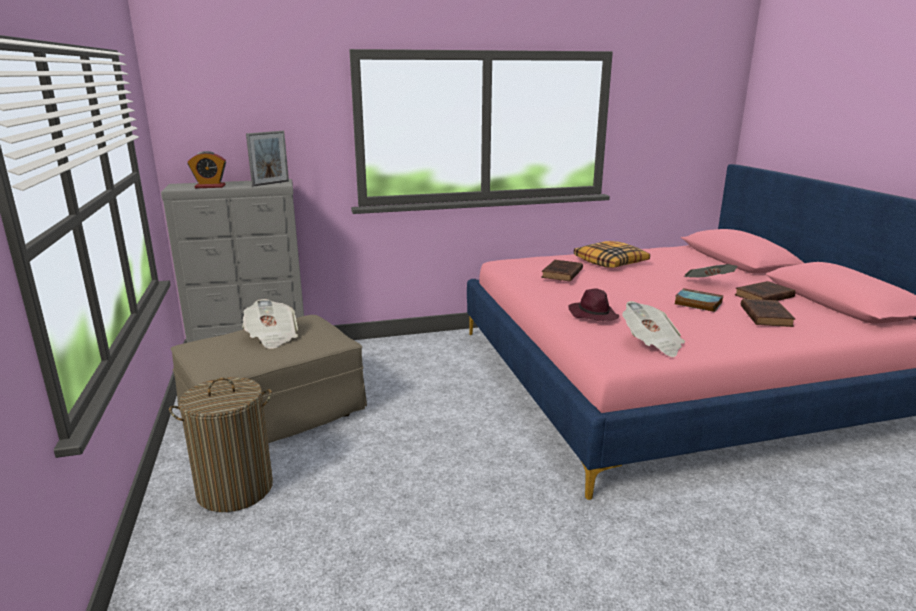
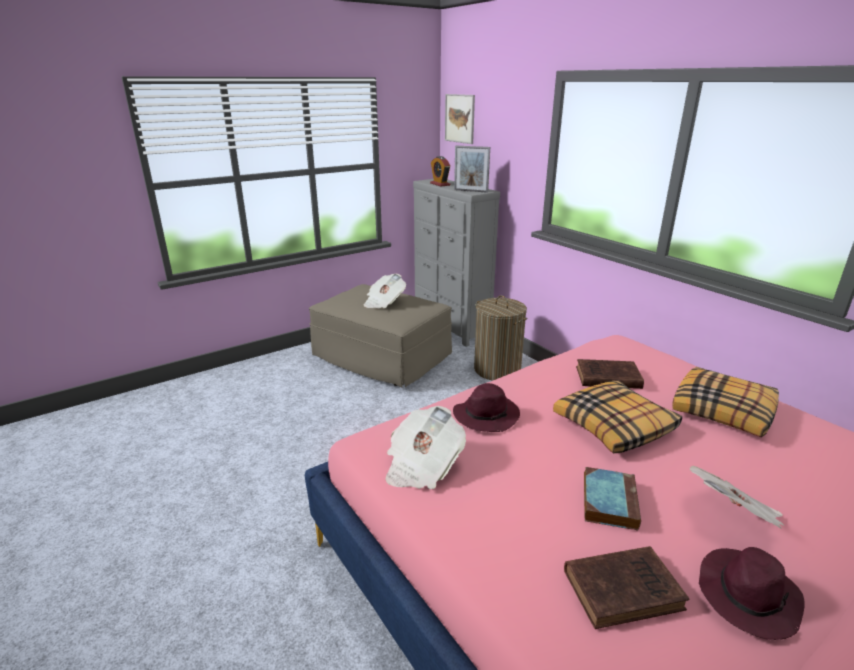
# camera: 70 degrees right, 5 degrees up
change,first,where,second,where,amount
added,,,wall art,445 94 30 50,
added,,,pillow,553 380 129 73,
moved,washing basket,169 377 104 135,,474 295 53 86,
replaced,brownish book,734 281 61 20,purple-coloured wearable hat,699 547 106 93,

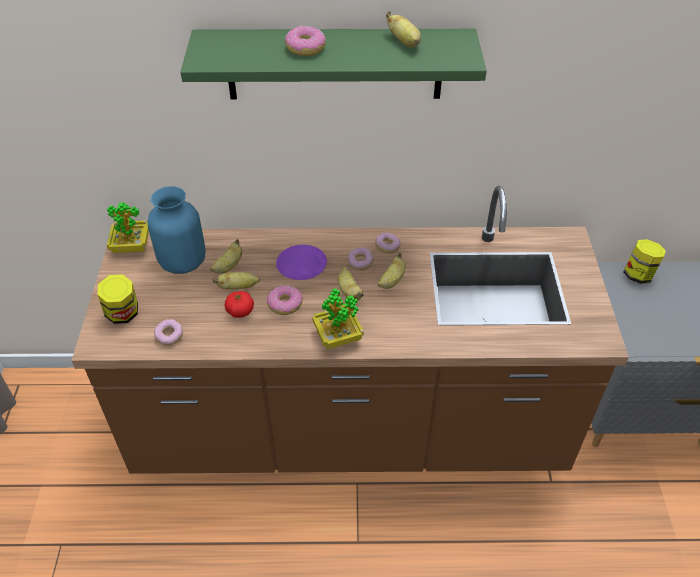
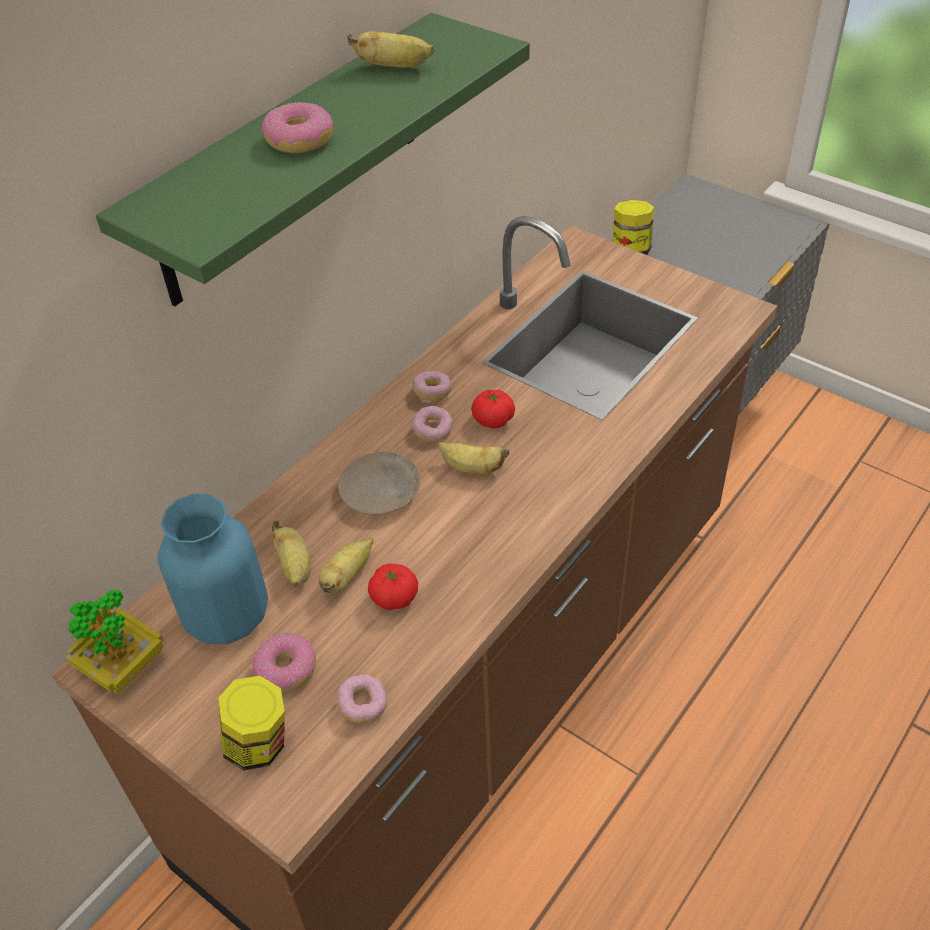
# camera: 50 degrees left, 0 degrees up
change,first,where,second,where,amount
removed,houseplant,312 289 52 60,,,
moved,doughnut,267 285 36 30,,252 633 64 59,
replaced,banana fruit,378 253 28 36,fresh tomato,471 390 44 39,
recoloured,purple-coloured plate,276 245 51 35,beige-coloured plate,338 452 82 63,

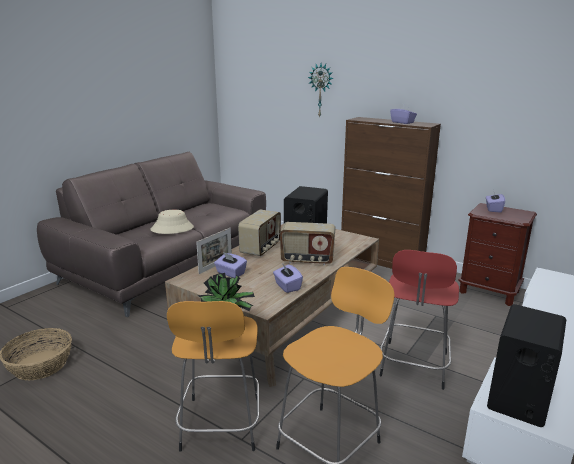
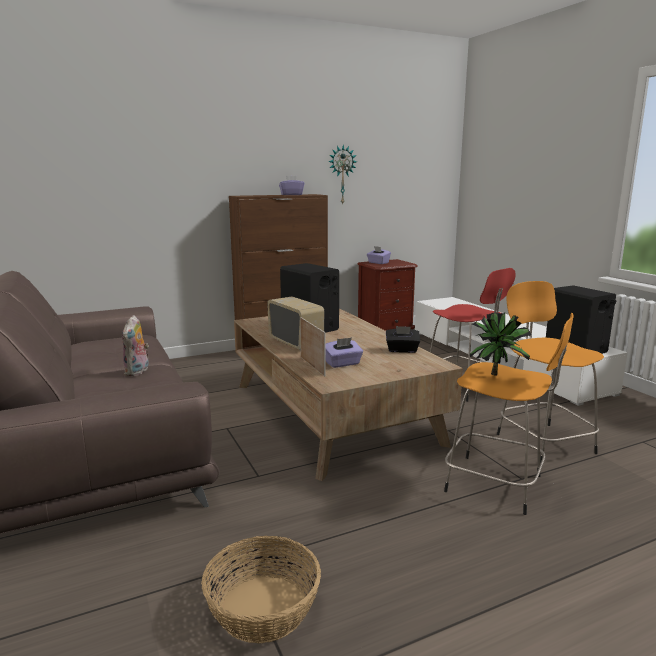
# camera: 60 degrees left, 5 degrees down
change,first,where,second,where,amount
removed,radio receiver,280 222 55 43,,,
moved,hanging clock,308 64 26 54,,328 145 29 59,
replaced,beige-coloured wearable hat,150 210 44 24,cuddly toy,122 315 27 61,
recoloured,purple-coloured tissue holder,273 263 30 30,blackish tissue holder,386 326 34 27,

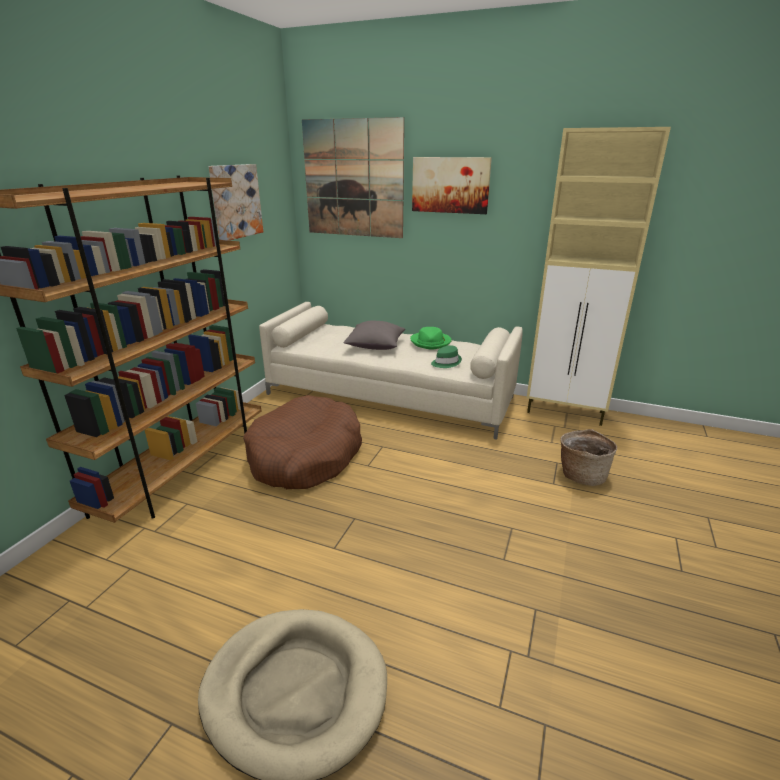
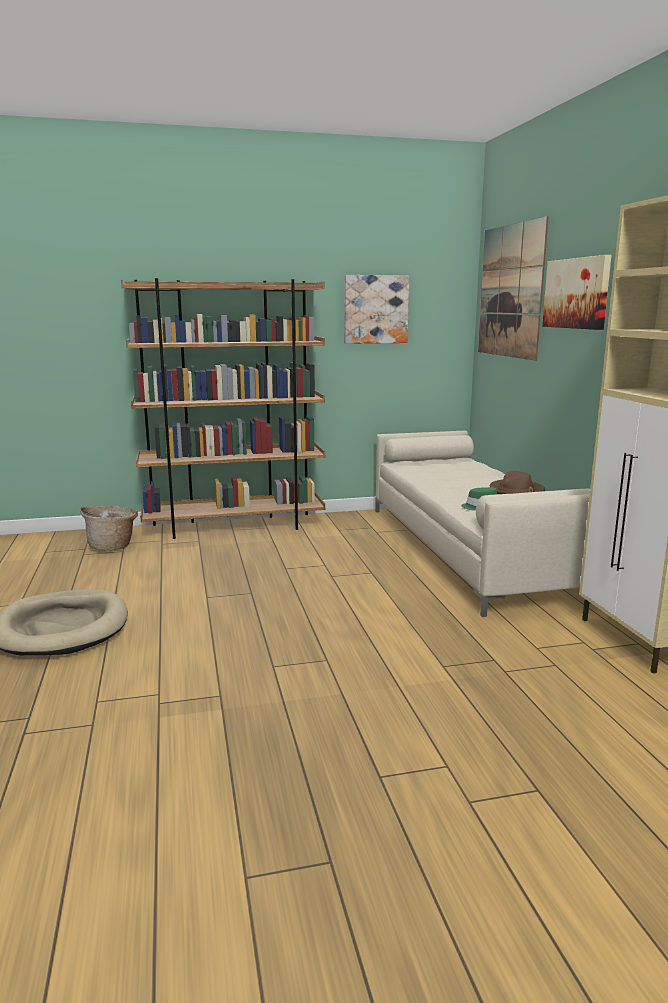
# camera: 55 degrees right, 10 degrees down
change,first,where,second,where,amount
removed,brownish pet bed,243 395 119 94,,,
removed,grey pillow,343 320 62 30,,,
moved,household basket,560 429 57 57,,80 506 58 45,
recoloured,green wearable hat,410 327 42 23,brownish wearable hat,490 471 55 23,

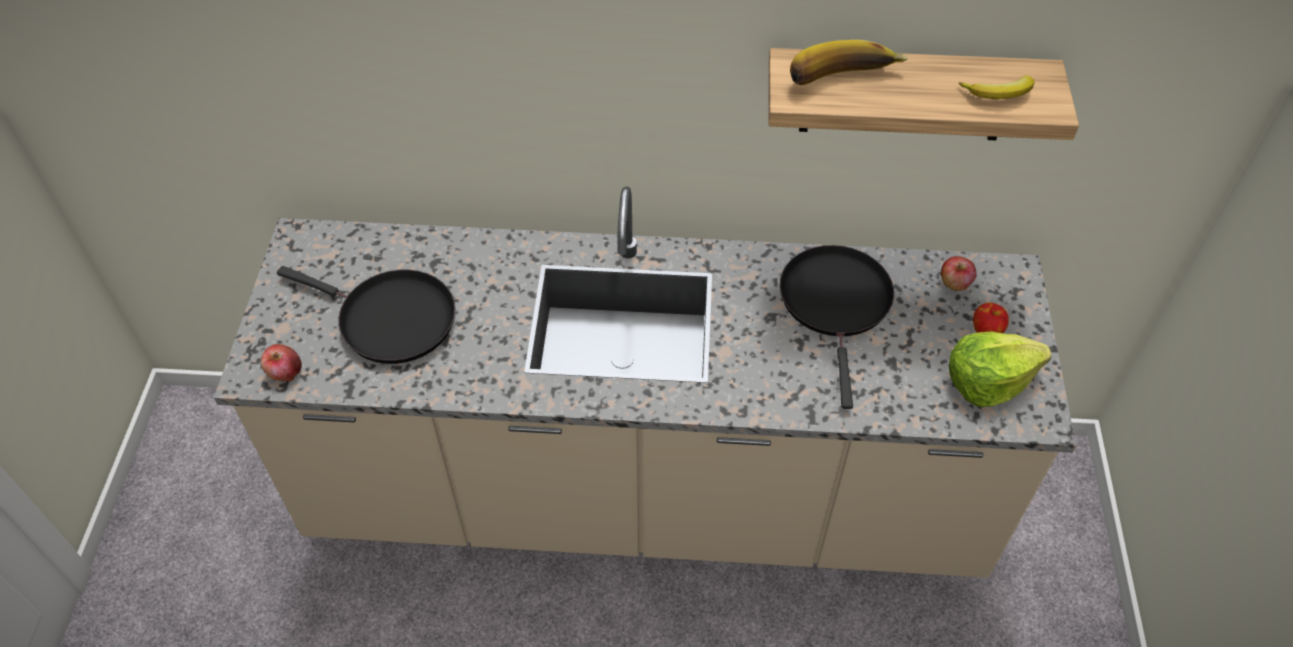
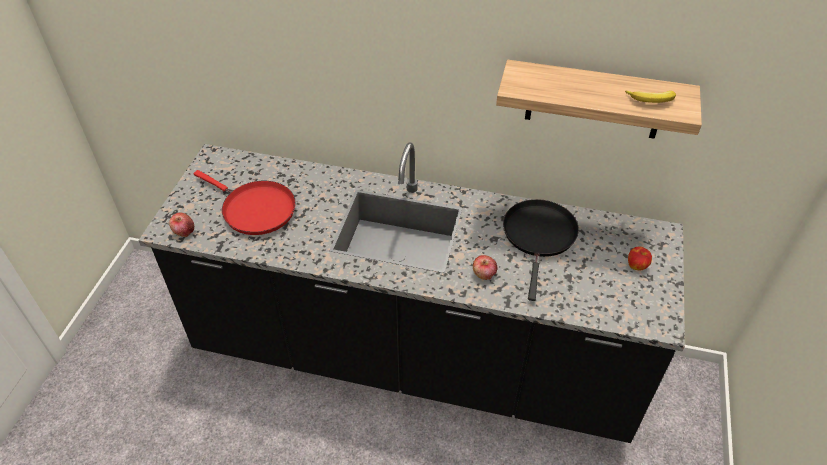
# camera: 10 degrees right, 5 degrees down
change,first,where,second,where,amount
removed,banana fruit,790 40 118 45,,,
removed,lettuce,949 332 103 75,,,
moved,apple,941 256 35 35,,473 255 24 25,
recoloured,beige-coloured counter,214 187 862 391,blackish counter,138 142 547 301,
recoloured,blackish pan,277 266 178 98,red pan,194 170 102 65,

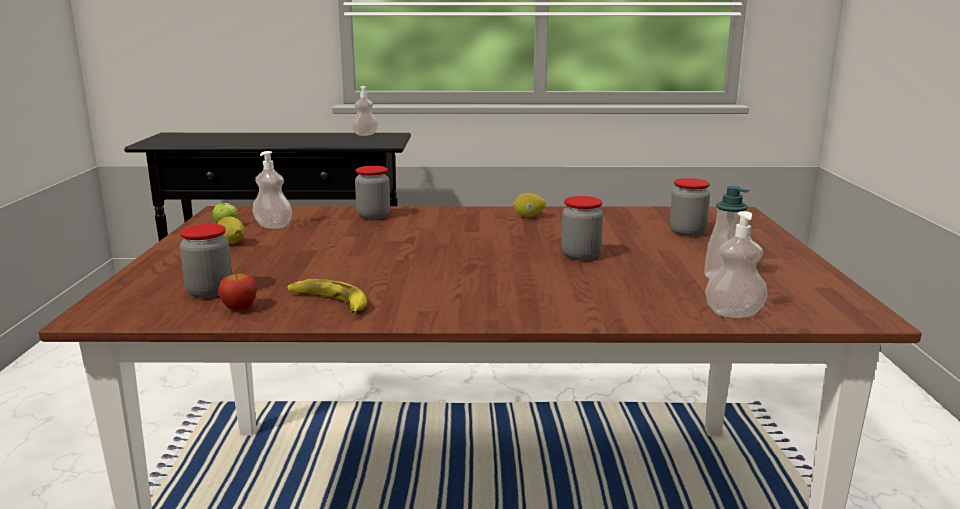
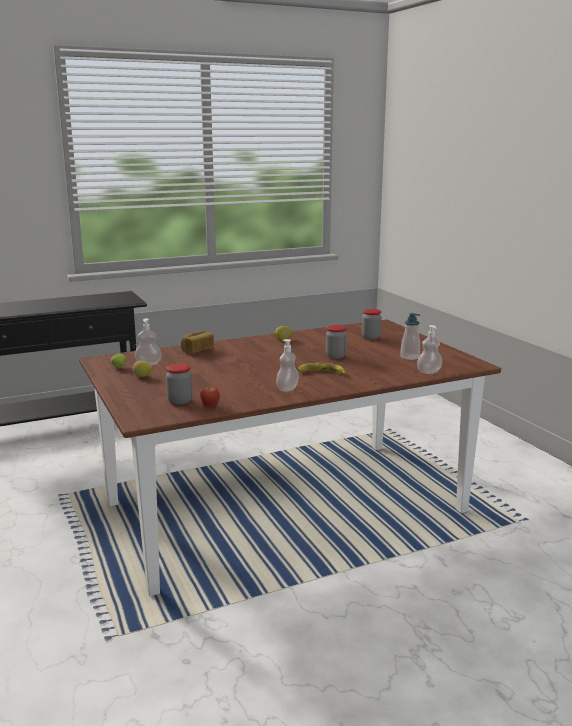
# camera: 25 degrees left, 0 degrees up
change,first,where,second,where,amount
moved,banana fruit,287 279 80 35,,297 363 49 11,
moved,soap dispenser,352 86 26 50,,276 339 23 53,
replaced,preserve jar,355 166 35 54,bread,181 331 33 22,

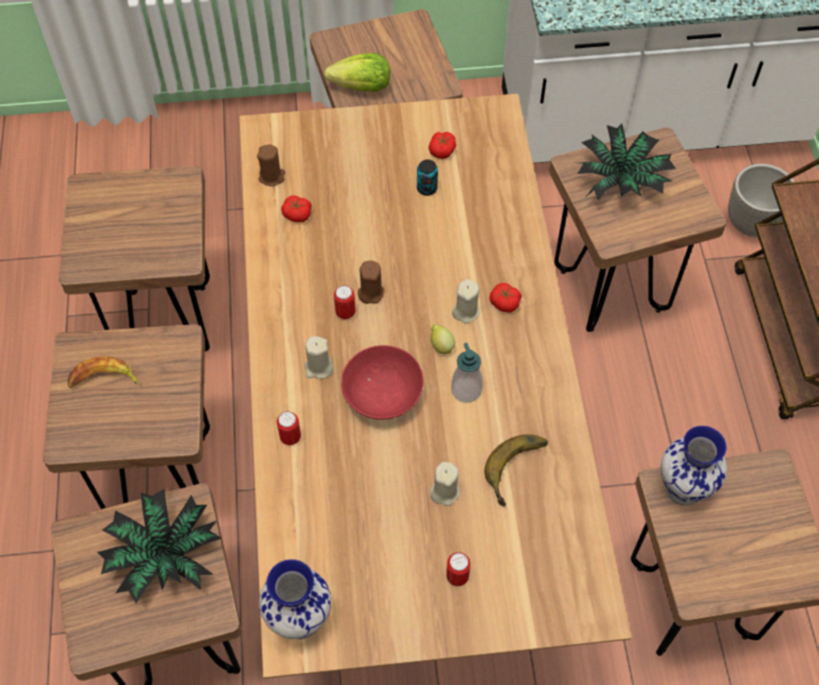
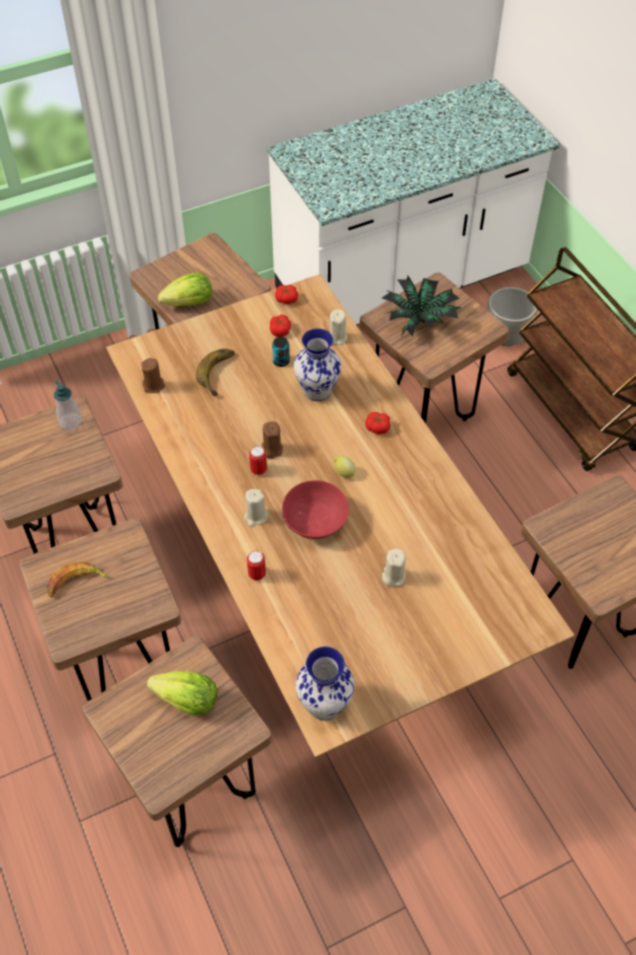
# camera: 20 degrees left, 5 degrees down
change,first,where,second,where,amount
removed,sealed can,446 552 24 34,,,
moved,fresh tomato,281 195 31 27,,275 285 23 19,
moved,soap dispenser,451 343 32 60,,54 381 28 49,
moved,beige-coloured candle,452 279 28 45,,330 310 18 35,
moved,banana fruit,484 434 64 73,,196 349 39 47,
moved,vase,661 426 66 79,,294 329 48 72,
replaced,houseplant,97 489 125 114,lettuce,147 671 71 45,

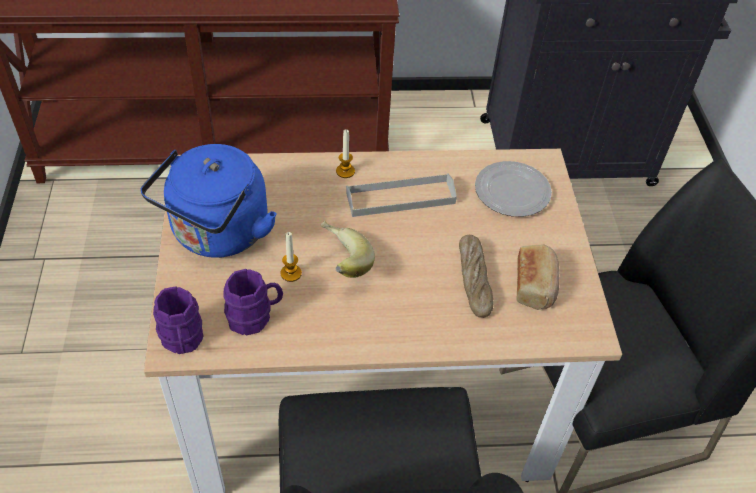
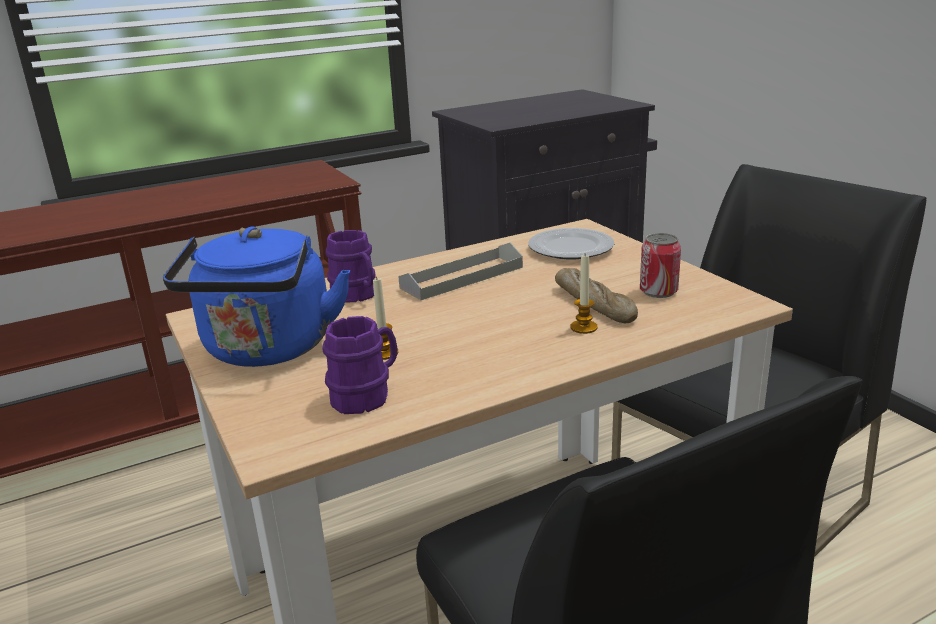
# camera: 20 degrees left, 25 degrees down
change,first,where,second,where,amount
removed,banana fruit,321 221 54 57,,,
moved,purple-coloured coffee mug,153 286 51 68,,326 230 49 72,
moved,candle,336 129 19 49,,570 255 28 79,
replaced,bread,517 244 43 66,sealed can,640 233 41 65,

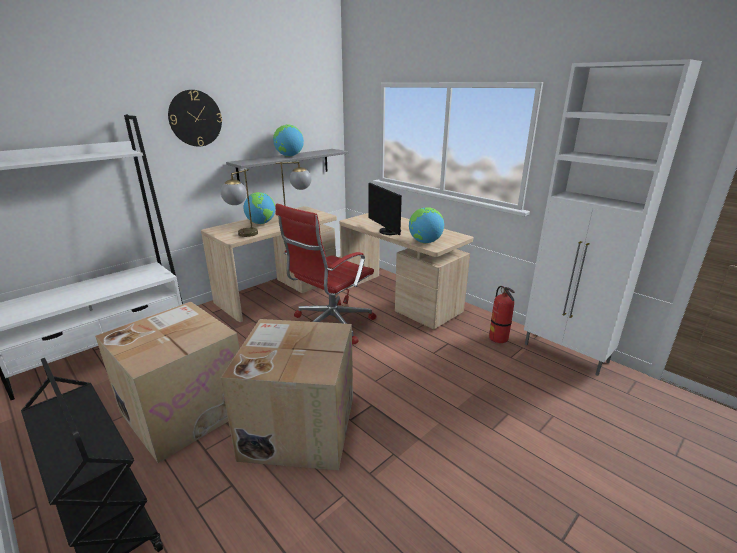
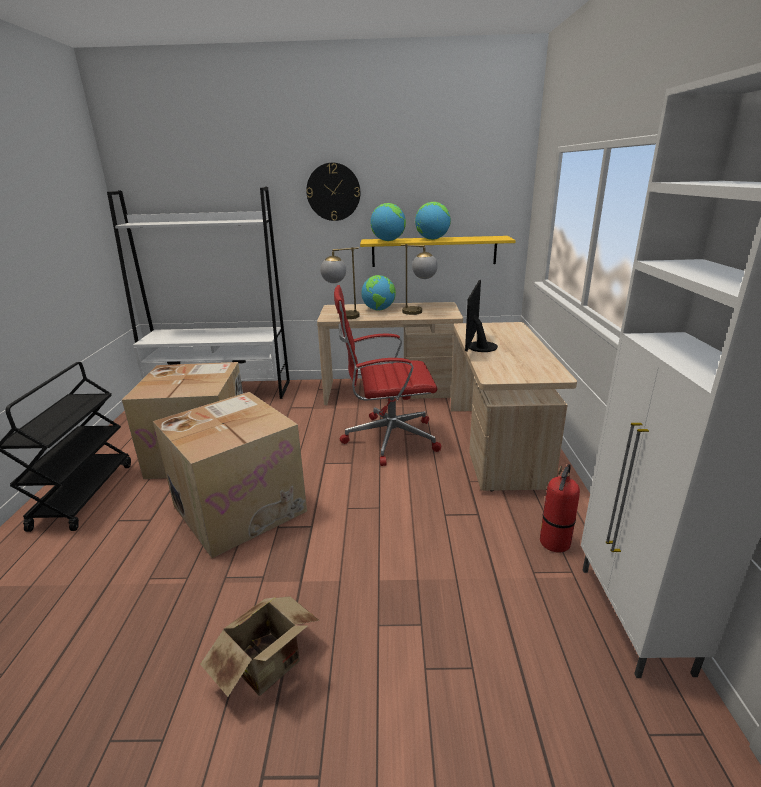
# camera: 45 degrees right, 0 degrees up
change,first,where,second,where,amount
added,,,cardboard box,200 596 119 101,
moved,world globe,409 207 35 36,,370 203 36 38,
recoloured,grey wall shelf,226 149 123 32,yellow wall shelf,360 236 156 31,

